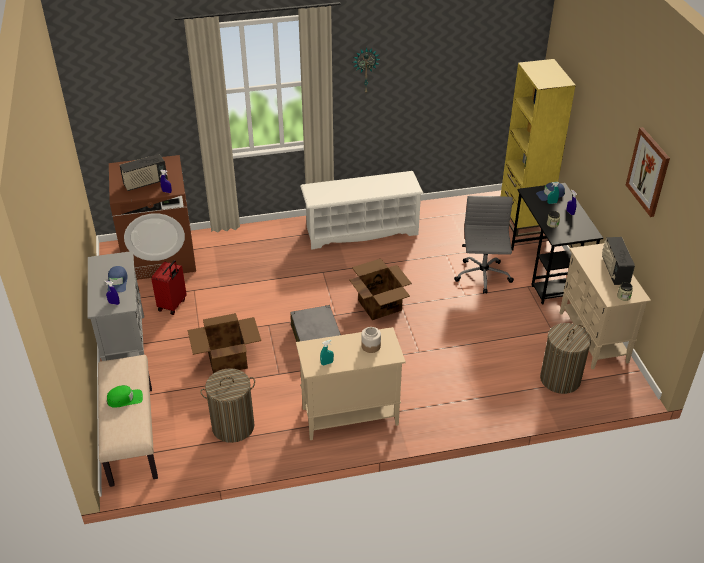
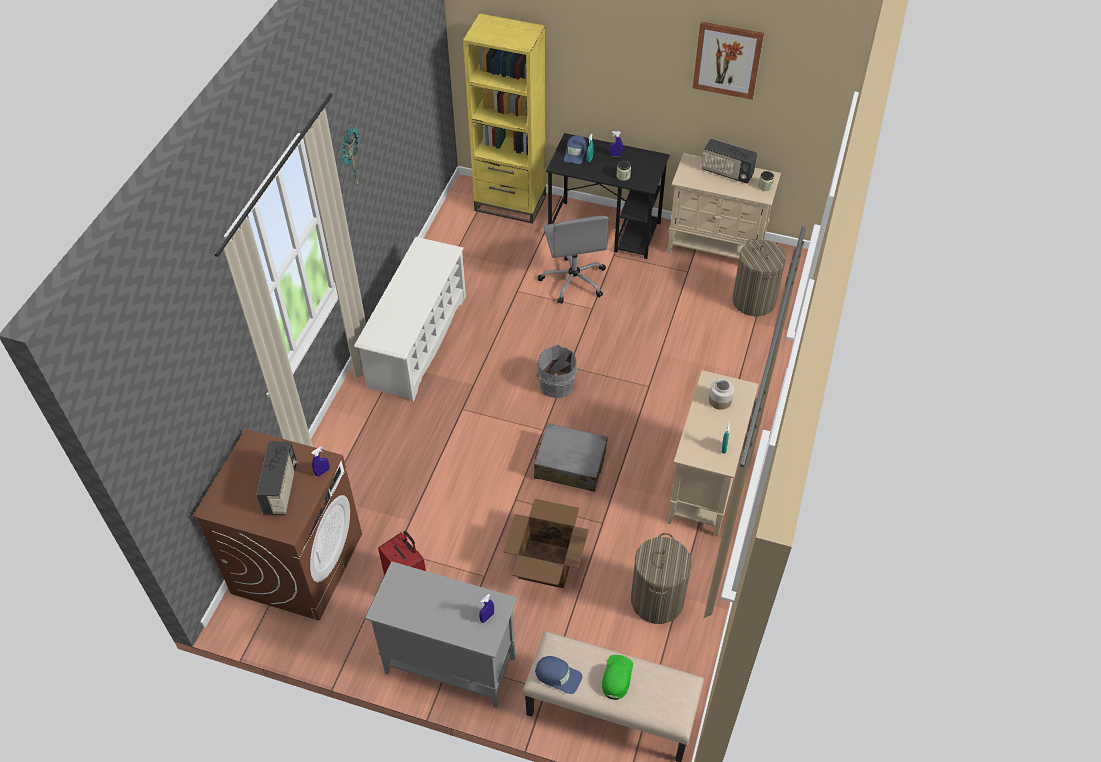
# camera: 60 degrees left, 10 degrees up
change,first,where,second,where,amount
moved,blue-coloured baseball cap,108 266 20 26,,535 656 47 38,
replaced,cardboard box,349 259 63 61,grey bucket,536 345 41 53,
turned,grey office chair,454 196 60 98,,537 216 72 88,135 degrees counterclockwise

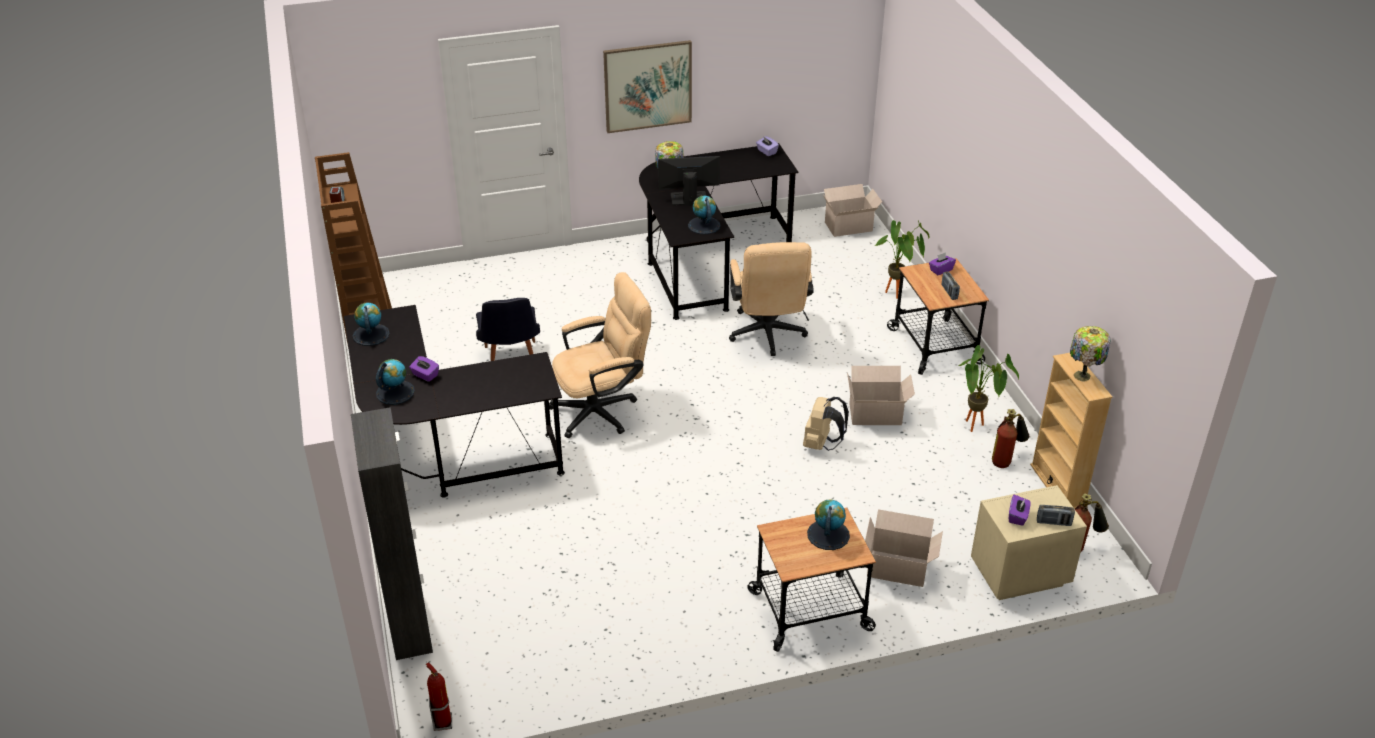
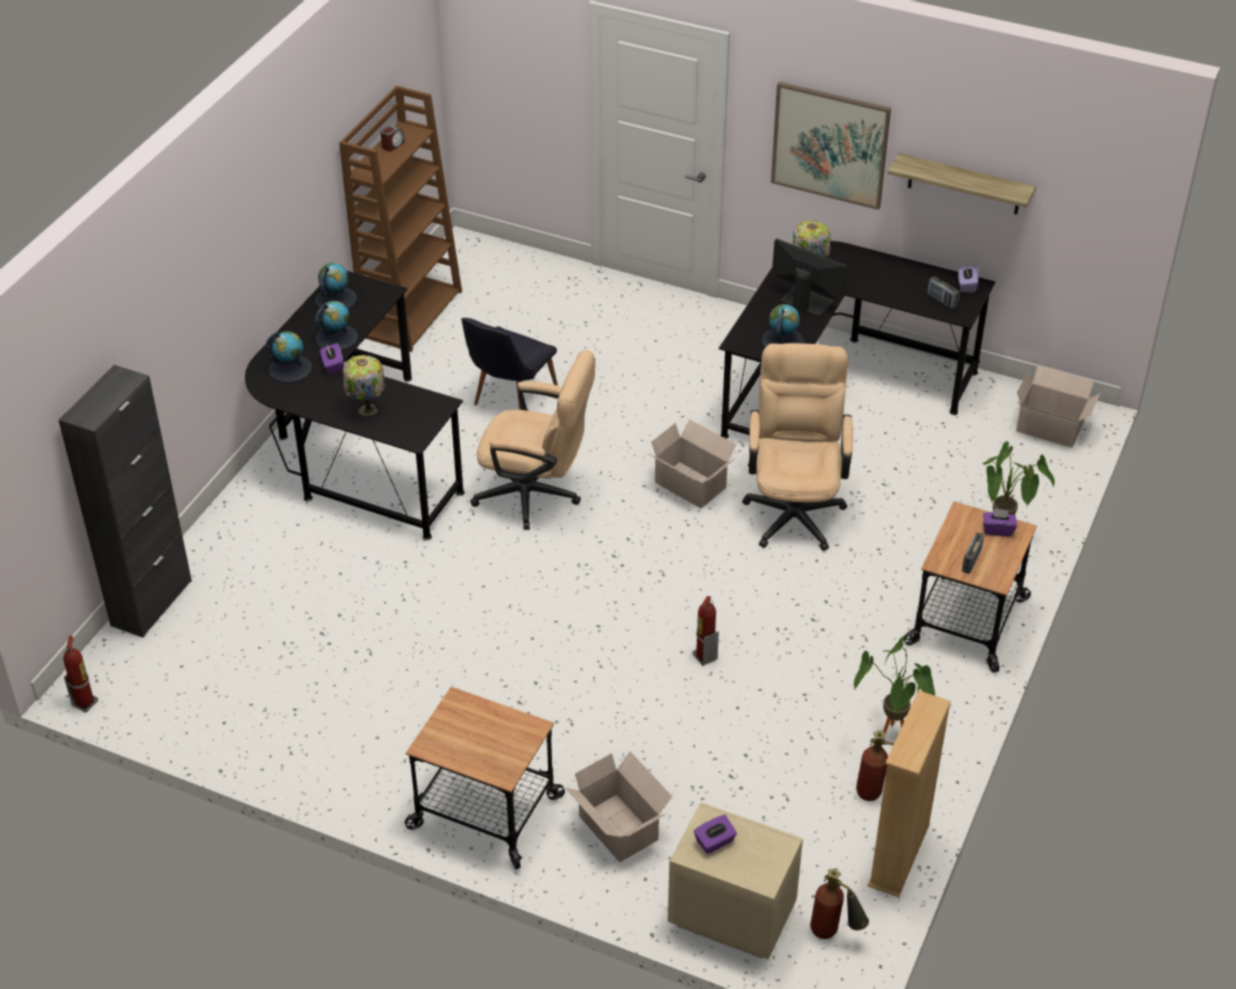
# camera: 40 degrees right, 5 degrees up
change,first,where,second,where,amount
added,,,wall shelf,887 153 149 61,
moved,world globe,807 499 43 51,,315 301 43 50,
moved,cardboard box,847 366 68 59,,647 419 89 90,
moved,radio receiver,1037 505 38 21,,927 277 33 32,
moved,table lamp,1070 326 41 56,,343 355 42 61,
replaced,beige-coloured rucksack,803 397 46 54,fire extinguisher,693 596 26 70,
turned,beige-coloured office chair,729 242 85 114,,742 343 111 208,150 degrees clockwise

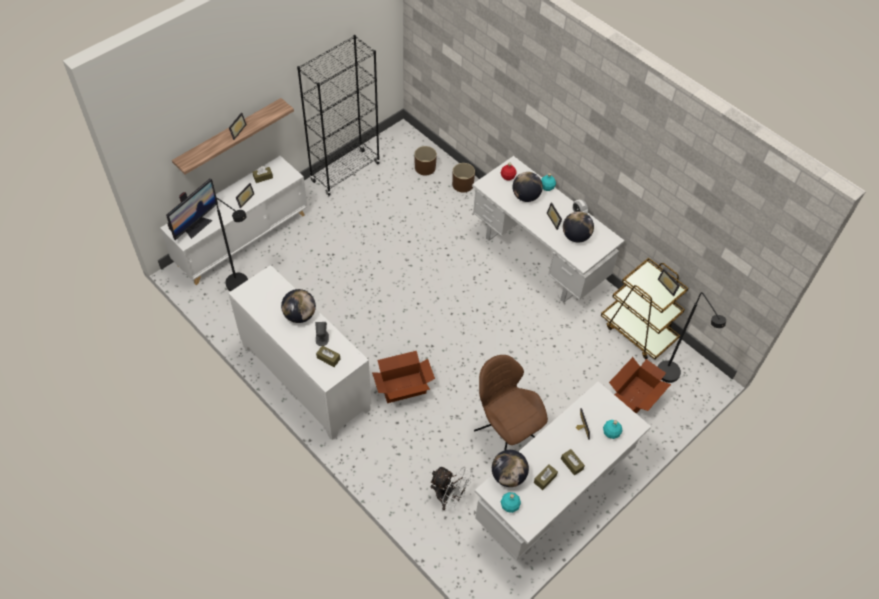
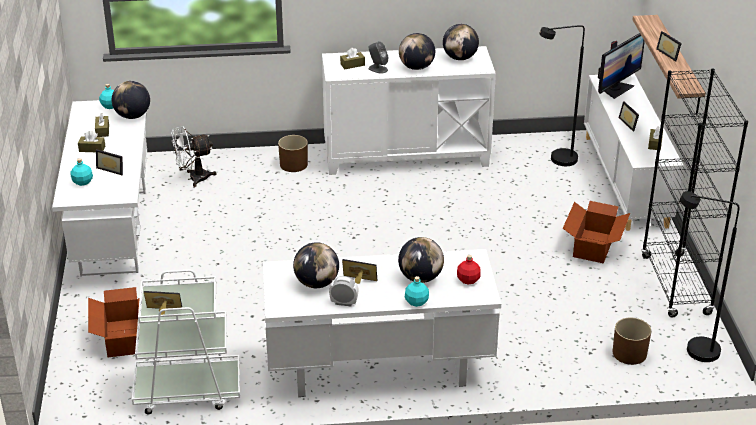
# camera: 130 degrees right, 20 degrees down
change,first,where,second,where,amount
removed,brownish chair,474 355 74 95,,,
added,,,world globe,443 24 36 36,
moved,cardboard box,372 351 63 52,,563 201 67 63,
moved,brownish flower pot,452 163 23 30,,278 135 30 37,
moved,blackish standard lamp,657 292 69 91,,680 191 60 171,
recoloured,brownish cart,601 258 87 102,whitish cart,132 270 108 144,
turned,monitor,166 179 52 61,,598 33 47 66,120 degrees counterclockwise

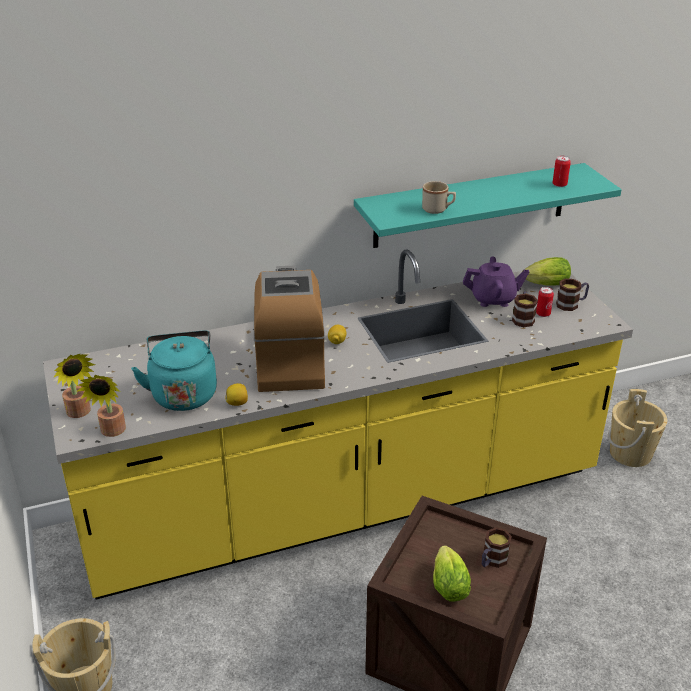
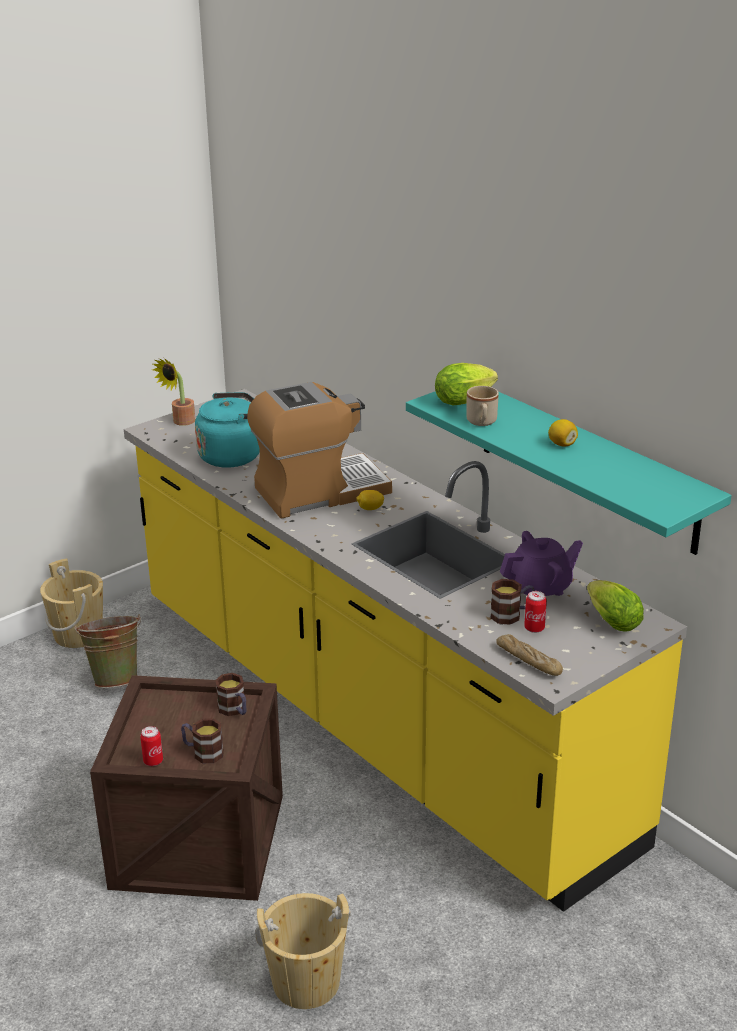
# camera: 70 degrees right, 5 degrees down
change,first,where,second,where,amount
removed,houseplant,77 375 49 62,,,
added,,,green bucket,75 614 66 74,
added,,,bread,496 634 67 42,
moved,whole lemon,225 383 23 23,,548 419 30 28,
moved,lettuce,433 545 38 57,,435 363 63 42,
moved,sealed can,552 156 19 31,,140 726 23 40,
moved,coffee mug,556 279 33 32,,215 673 31 43,
moved,beige-coloured bucket,608 389 59 78,,255 893 96 116,
turned,purple-coloured pot for tea,463 257 66 50,,500 531 83 65,90 degrees counterclockwise

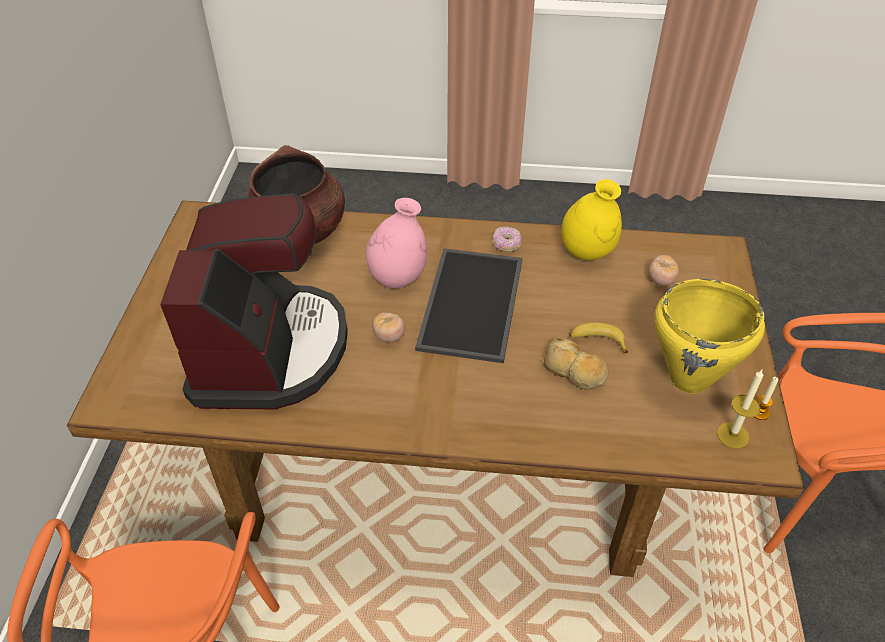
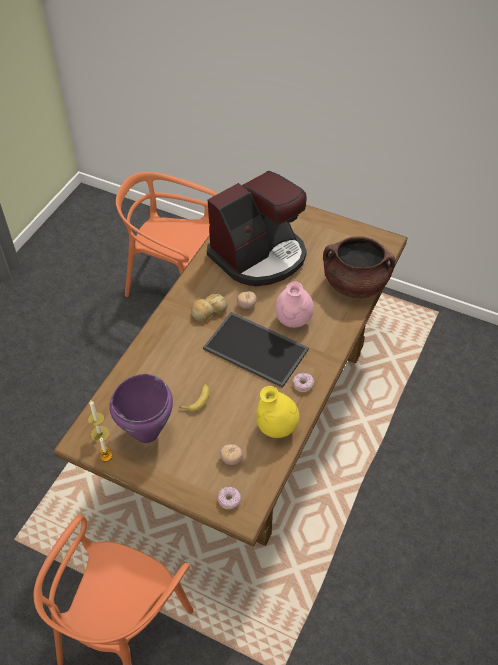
# camera: 110 degrees right, 5 degrees up
change,first,where,second,where,amount
added,,,doughnut,218 487 23 22,
moved,bread,542 338 67 52,,191 294 37 28,
recoloured,yellow saucepot,654 279 111 115,purple-coloured saucepot,110 374 63 69,
turned,coffee machine,160 193 188 216,,207 171 100 115,60 degrees counterclockwise

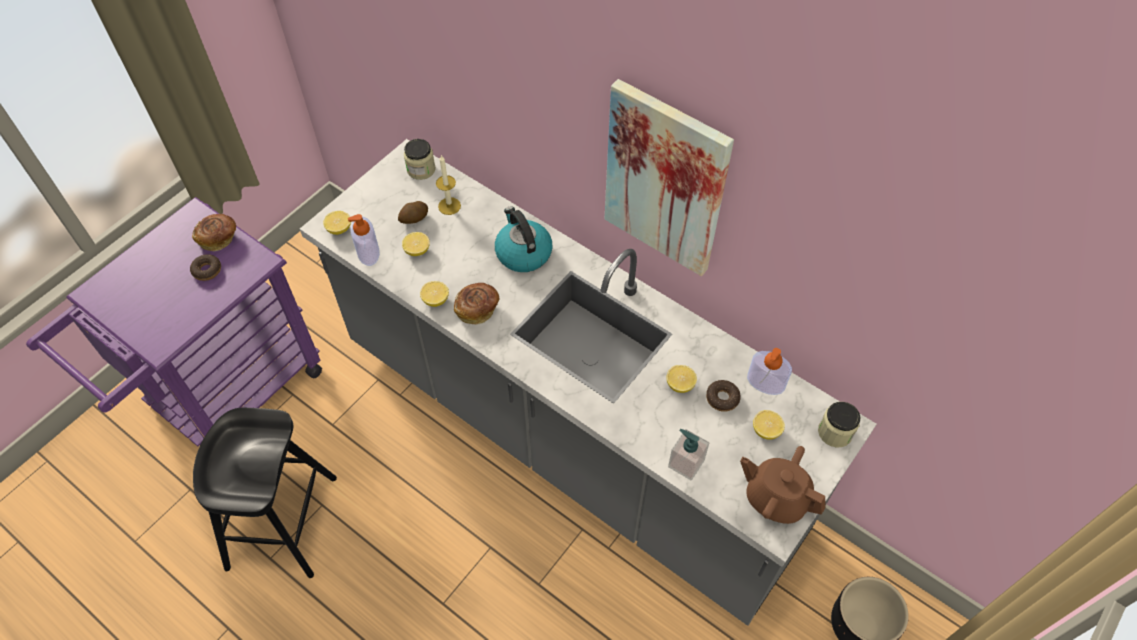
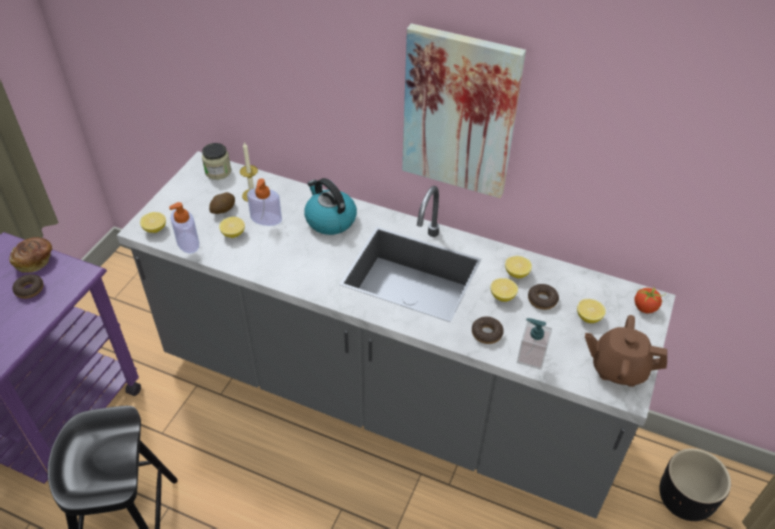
# camera: 15 degrees left, 10 degrees down
change,first,where,second,where,amount
removed,bread,454 283 46 42,,,
added,,,doughnut,472 317 32 27,
moved,whole lemon,420 281 29 26,,505 256 27 23,
moved,soap dispenser,747 348 45 47,,247 179 35 47,
replaced,preserve jar,818 402 43 46,fresh tomato,634 285 32 28,

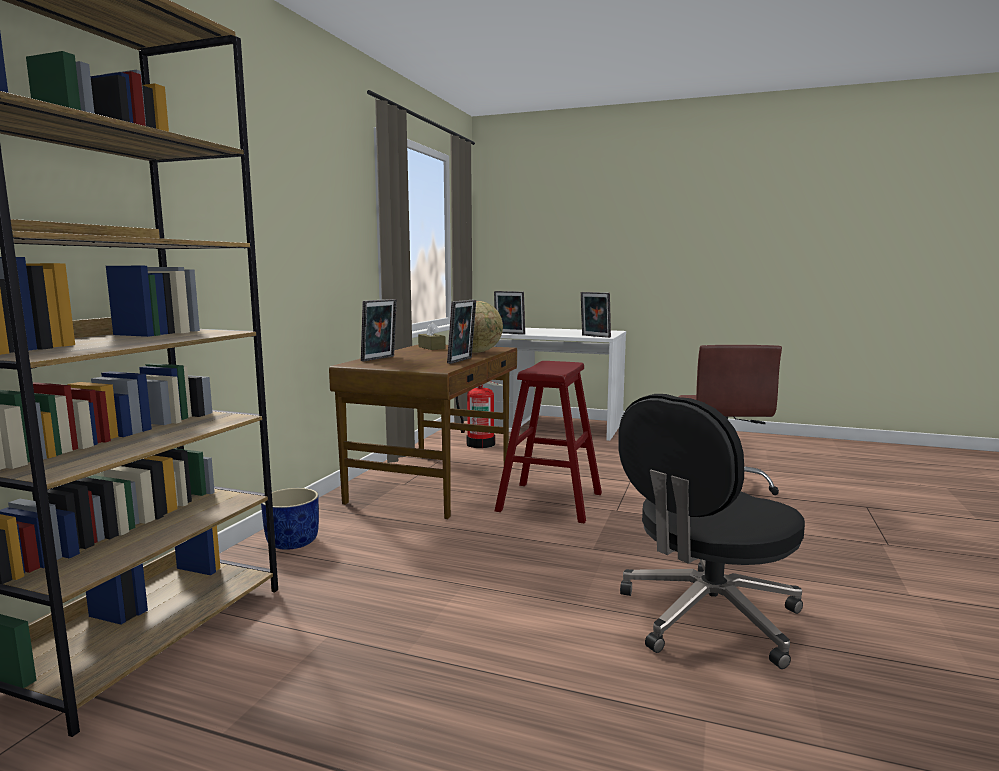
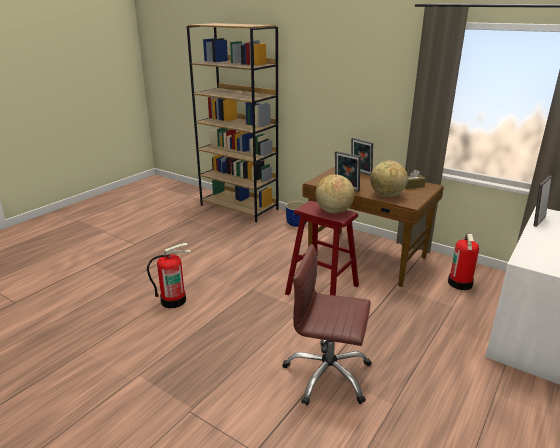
# camera: 105 degrees right, 15 degrees up
change,first,where,second,where,amount
removed,standing frame,581 292 30 46,,,
added,,,world globe,315 174 40 39,
replaced,blackish office chair,618 394 187 275,fire extinguisher,147 243 44 65,

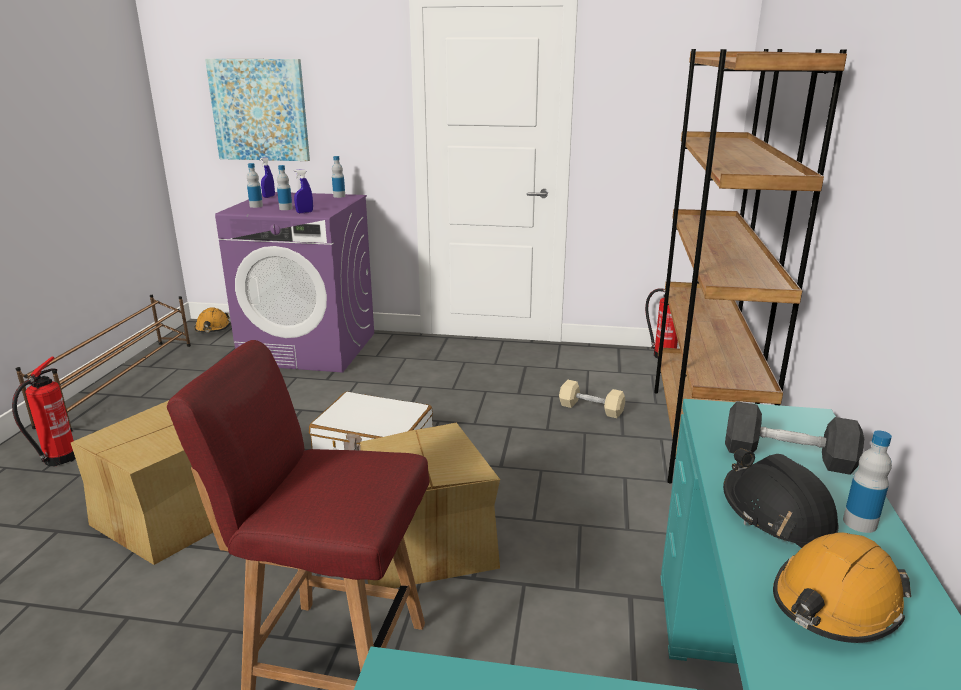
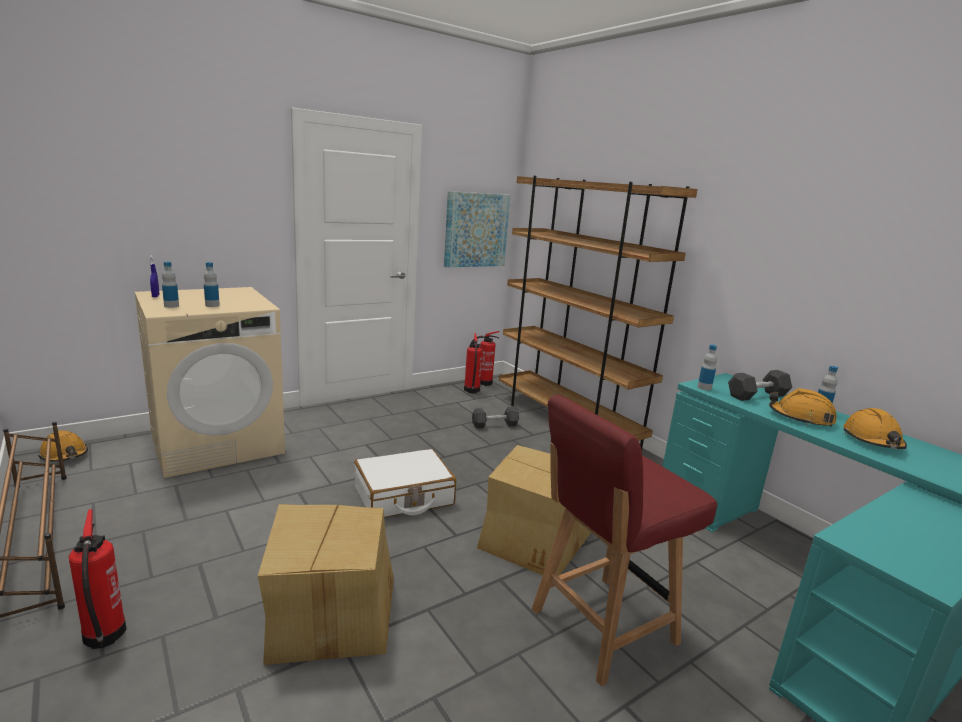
# camera: 45 degrees left, 5 degrees down
change,first,where,second,where,amount
removed,blue-coloured hand sprayer,294 169 19 44,,,
added,,,fire extinguisher,464 333 19 60,
moved,wall art,205 59 105 102,,444 191 66 77,
moved,beverage bottle,332 156 13 42,,697 345 20 46,
recoloured,purple-coloured washing machine,215 192 159 181,beige-coloured washing machine,135 287 150 191,
recoloured,beige-coloured dumbbell,559 380 66 38,blackish dumbbell,472 407 47 21,
recoloured,blackish work helmet,723 449 116 99,orange work helmet,769 388 67 39,

